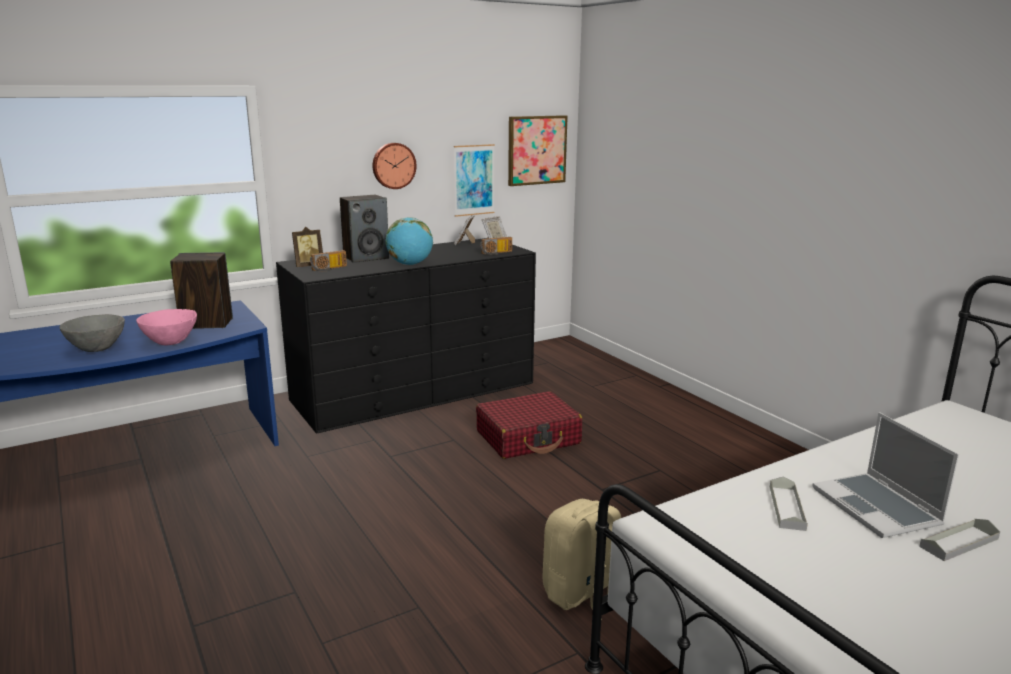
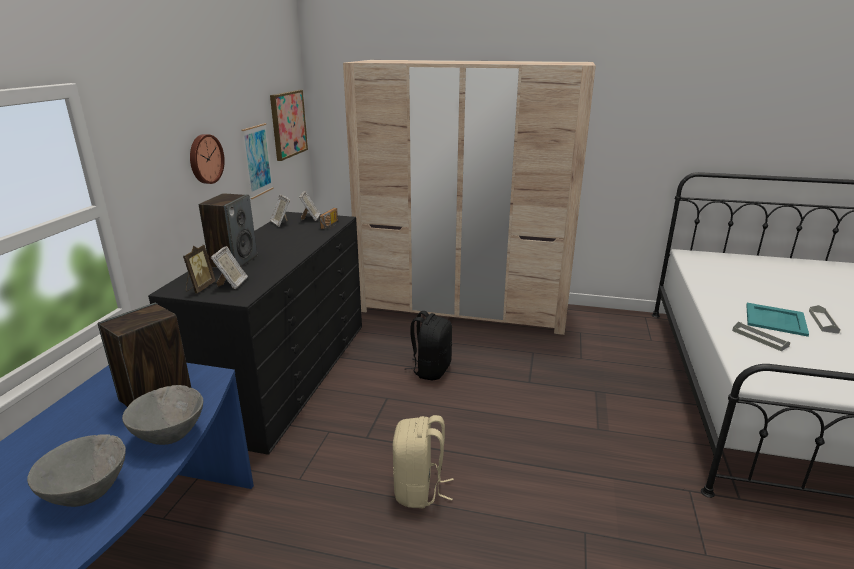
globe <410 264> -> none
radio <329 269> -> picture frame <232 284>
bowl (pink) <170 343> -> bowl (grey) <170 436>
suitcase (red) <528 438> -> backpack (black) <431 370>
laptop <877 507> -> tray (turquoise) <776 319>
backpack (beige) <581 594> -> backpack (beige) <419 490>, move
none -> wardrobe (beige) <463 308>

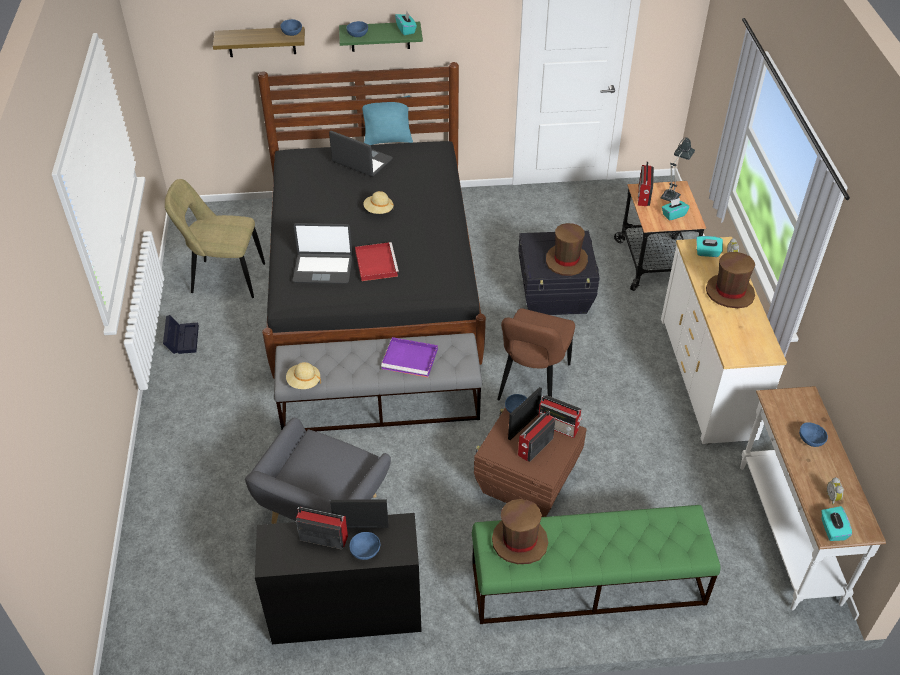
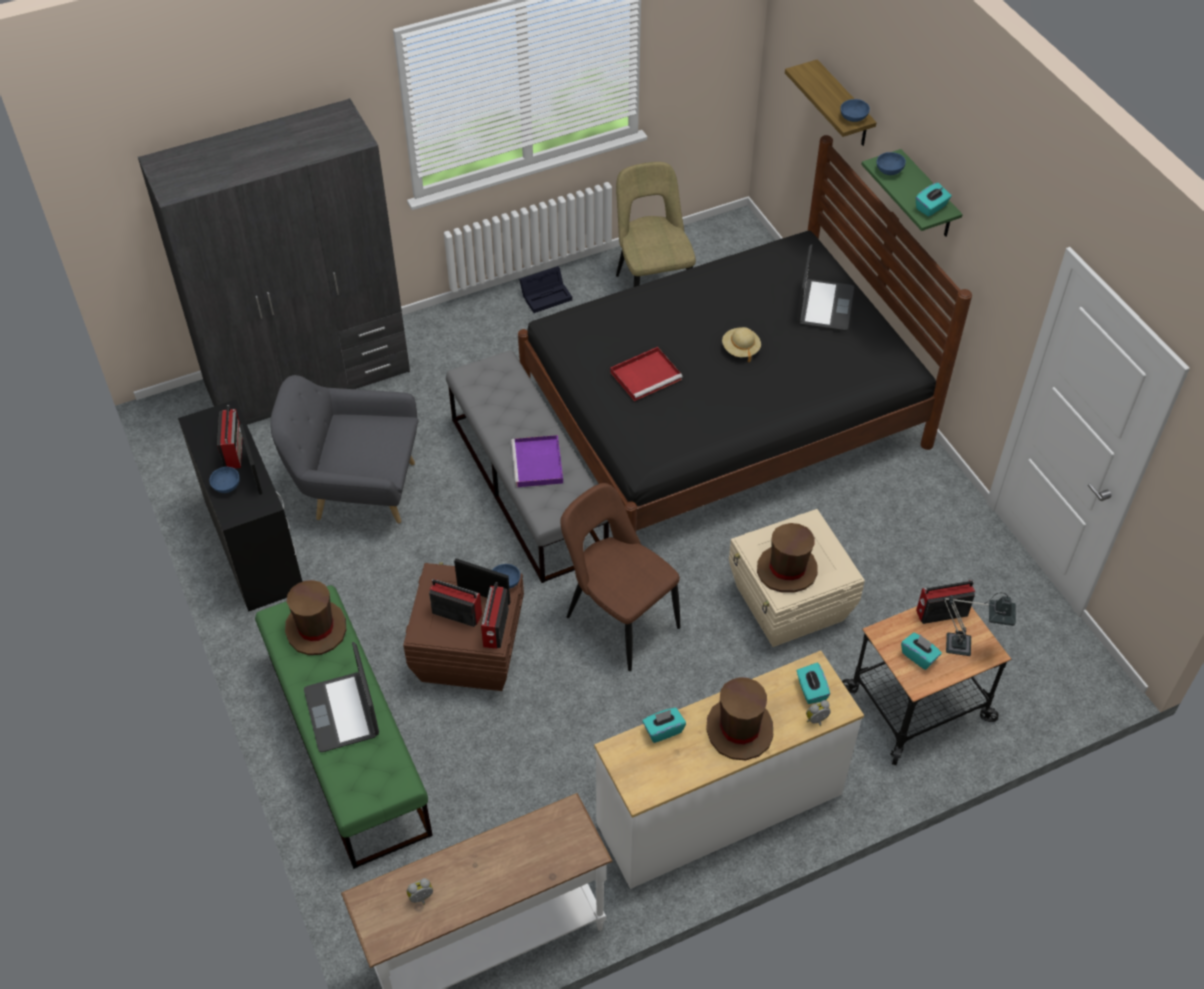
pillow (turquoise) <387 140> -> none
laptop <323 269> -> laptop <343 712>, move
storage box (black) <555 295> -> storage box (beige) <789 604>
chair (brown) <532 385> -> chair (brown) <618 619>, 45 degrees clockwise
hat (beige) <304 382> -> none
bowl (blue) <811 439> -> none
tissue box (turquoise) <832 530> -> tissue box (turquoise) <663 730>, move
none -> wardrobe (grey) <308 378>

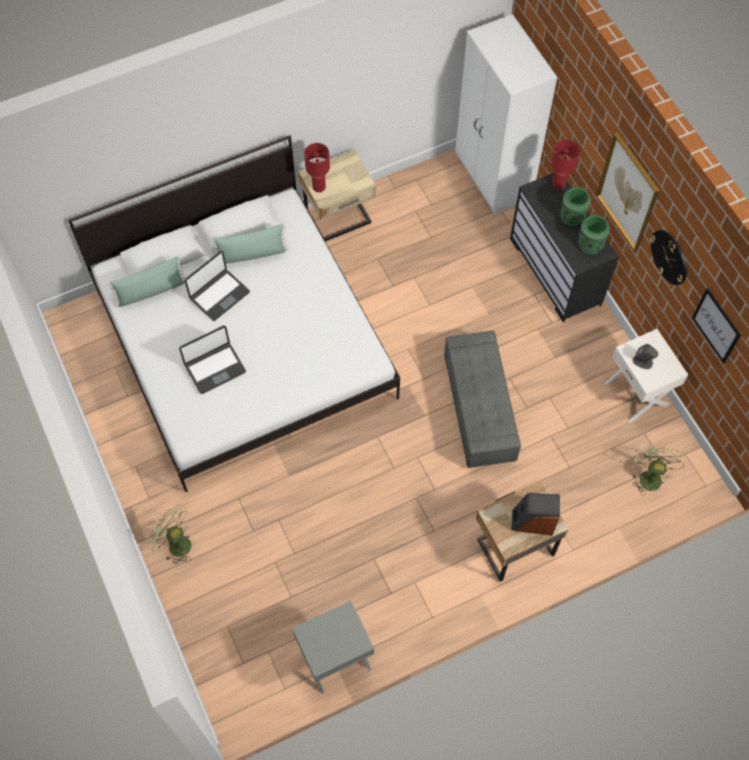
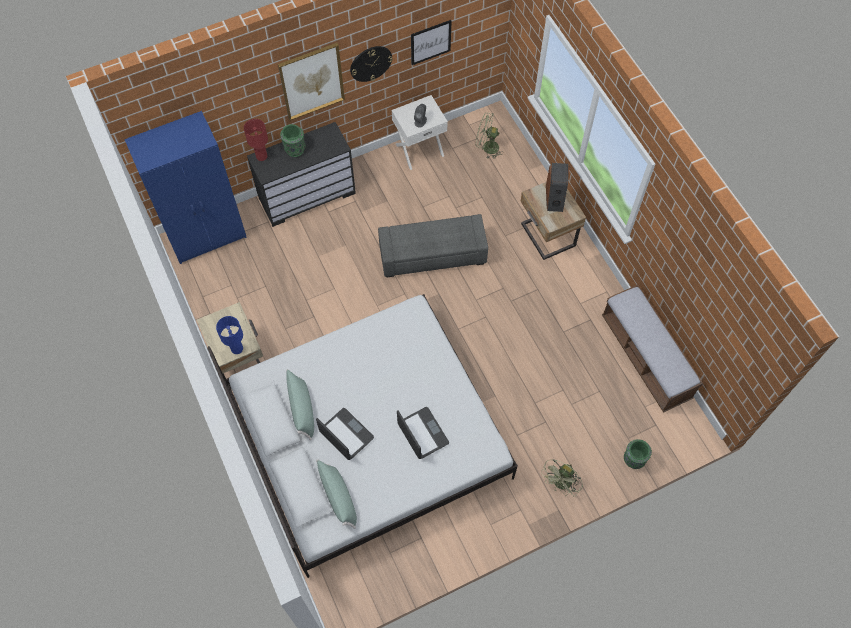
wardrobe (white) <493 178> -> wardrobe (blue) <208 236>
table lamp (red) <319 187> -> table lamp (blue) <236 348>
vase (green) <590 244> -> vase (green) <633 459>, move
nightstand (grey) <335 659> -> bench <645 358>

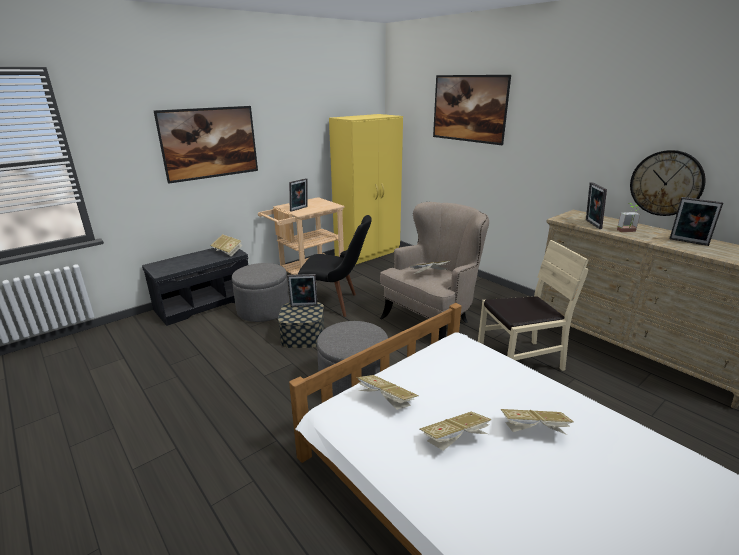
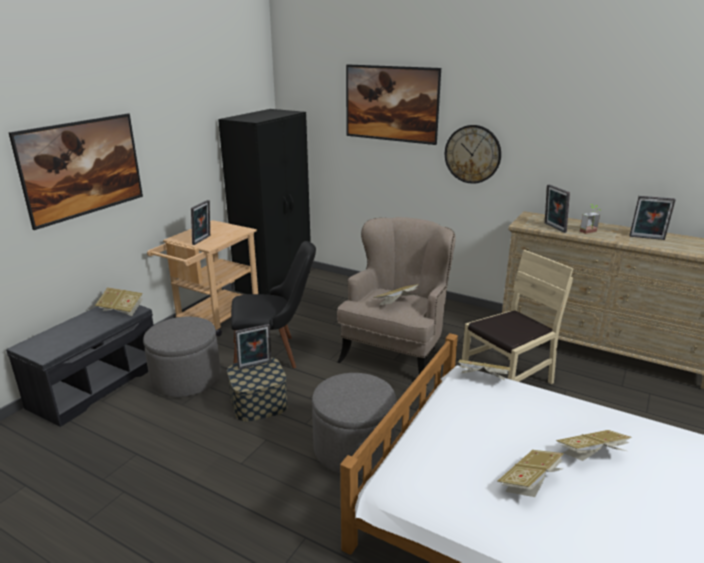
wardrobe (yellow) <368 253> -> wardrobe (black) <275 281>
wall clock <666 183> -> wall clock <472 154>, move
book <386 401> -> book <482 378>, move

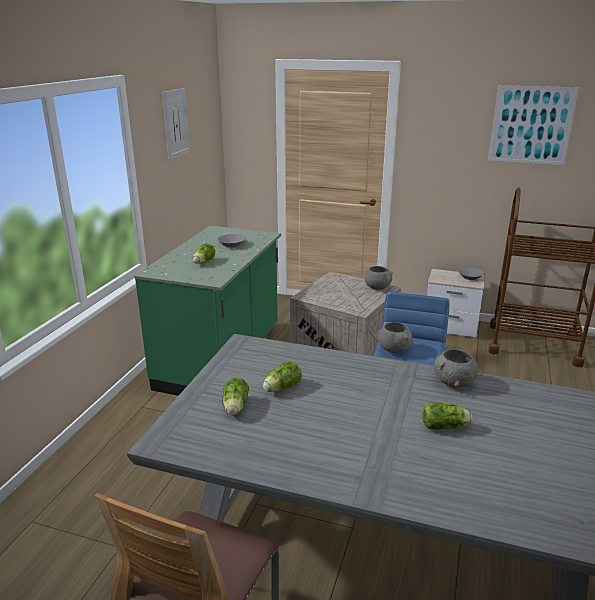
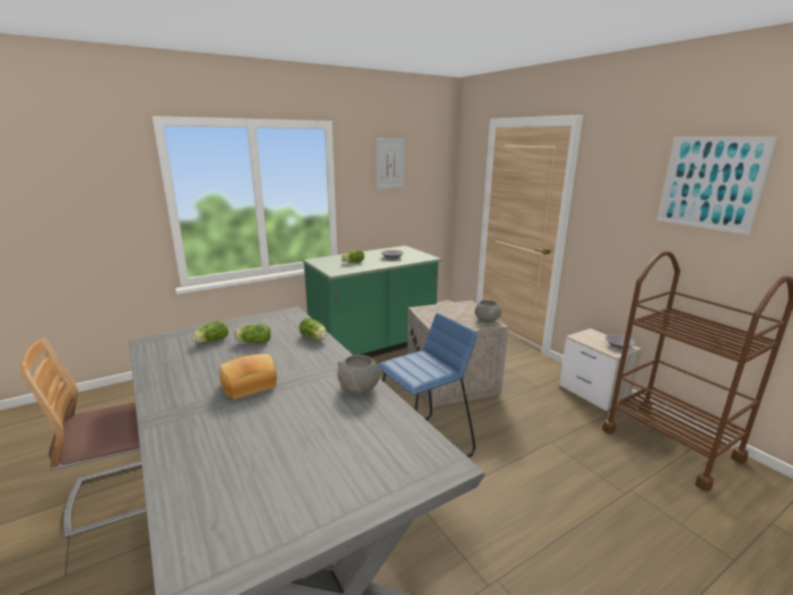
bowl (grey) <393 349> -> none
lettuce <446 427> -> lettuce <314 338>, move
none -> bread <249 384>

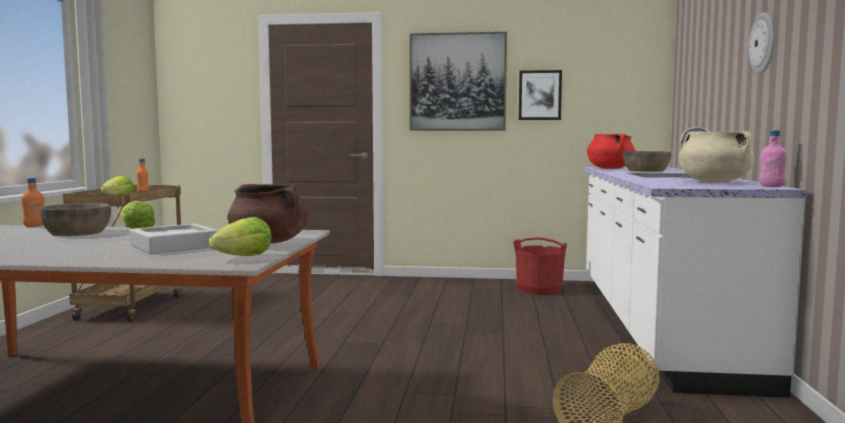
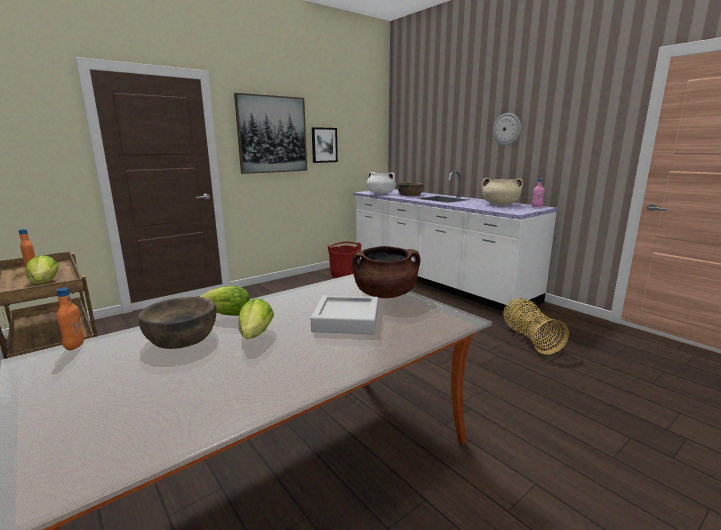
cooking pot (red) <610 168> -> cooking pot (white) <380 193>
lettuce <244 257> -> lettuce <256 335>, move

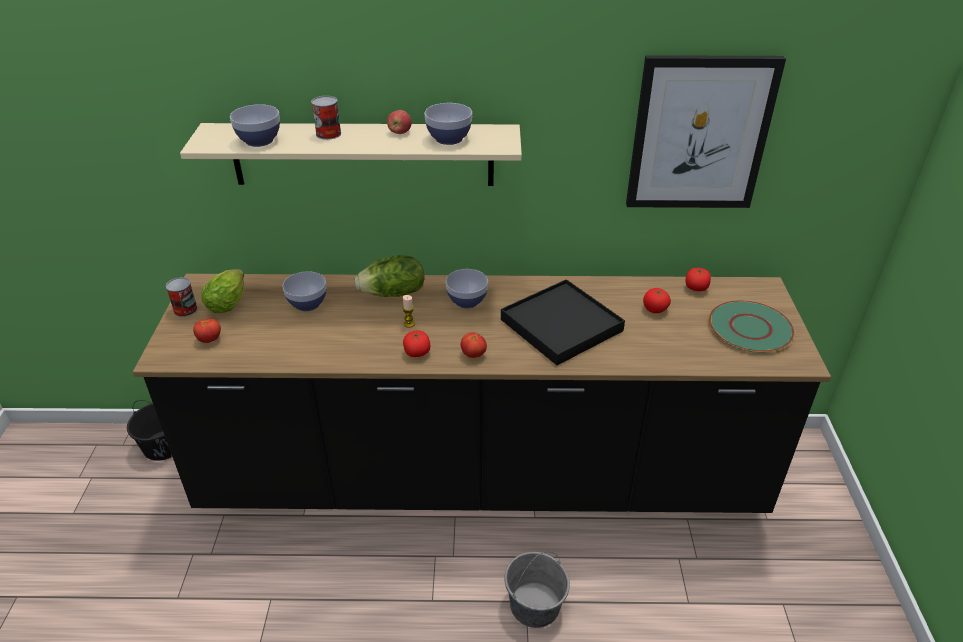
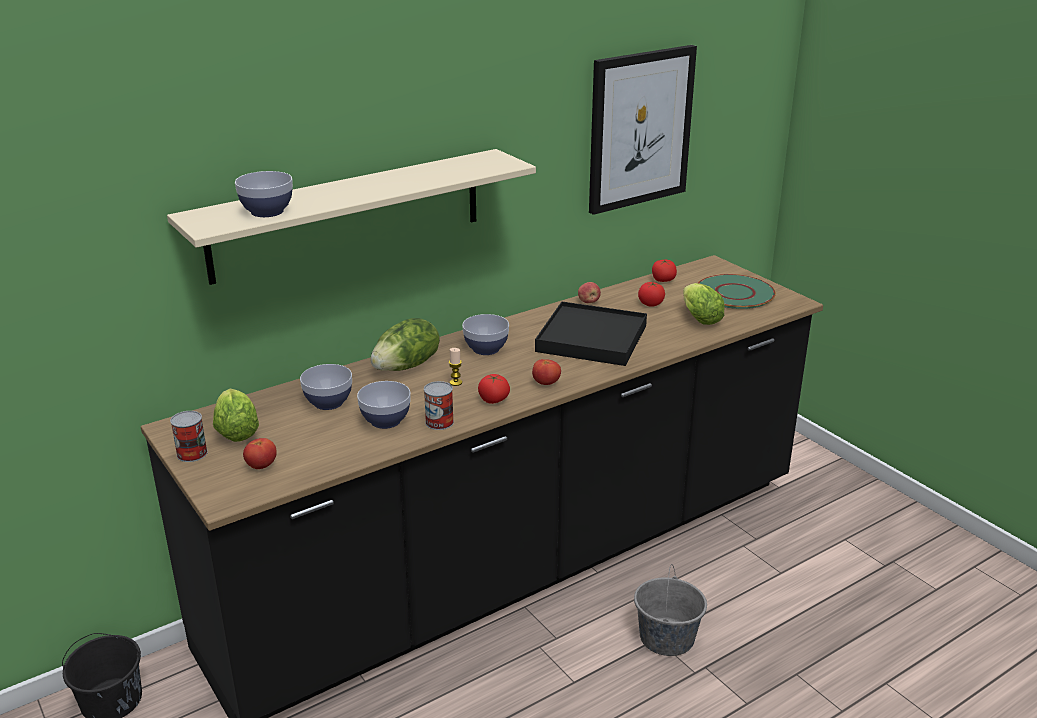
can <328 134> -> can <439 422>, move
bowl <449 139> -> bowl <385 420>, move
apple <400 132> -> apple <588 302>, move
none -> lettuce <698 317>

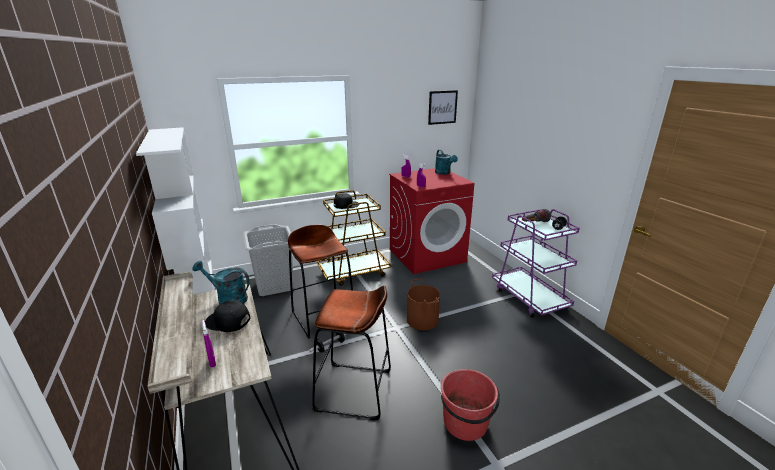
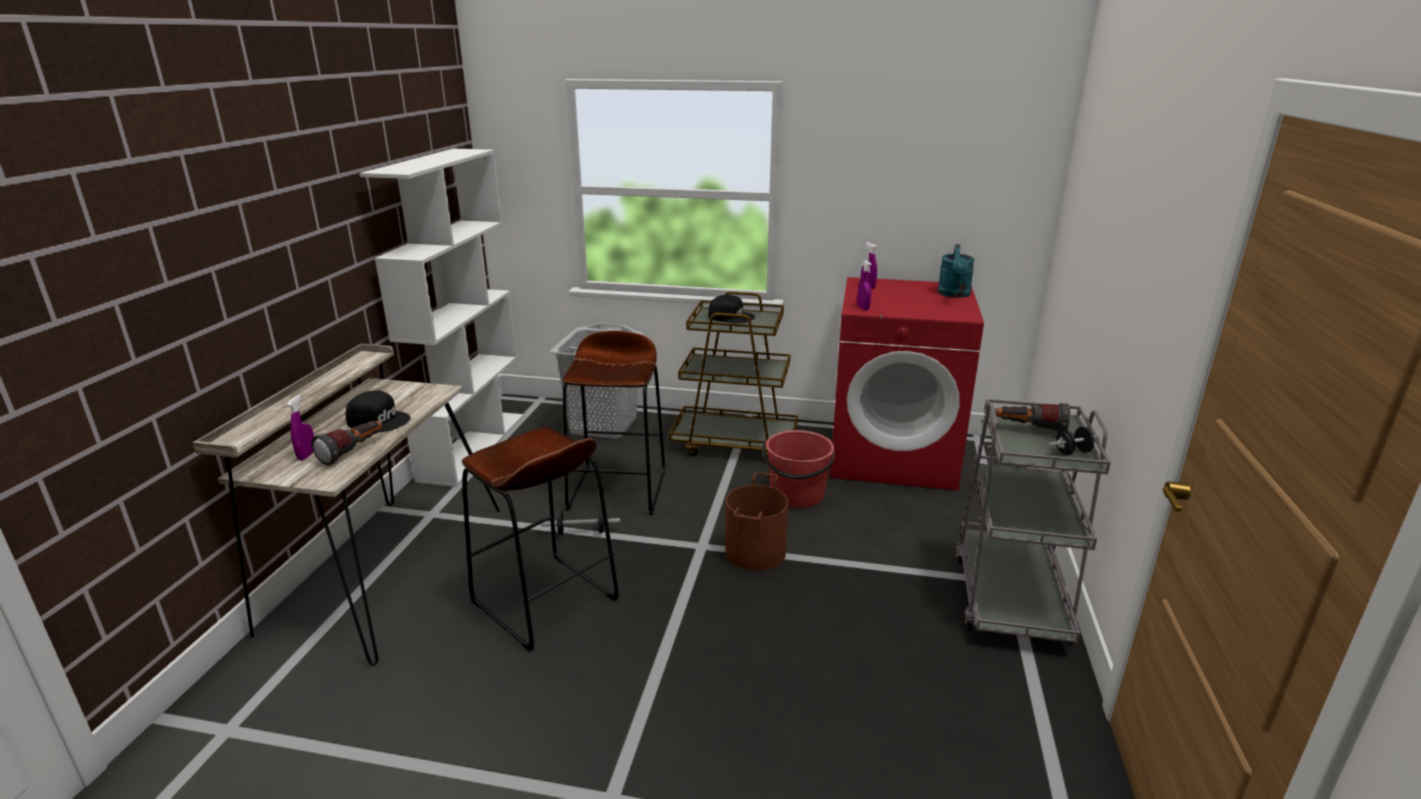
picture <442 107> -> none
cart (purple) <529 298> -> cart (grey) <1010 596>
watering can (turquoise) <228 298> -> none
cap (black) <227 321> -> cap (black) <379 420>, 150 degrees clockwise
bucket (red) <465 423> -> bucket (red) <797 495>, move
none -> flashlight <353 452>

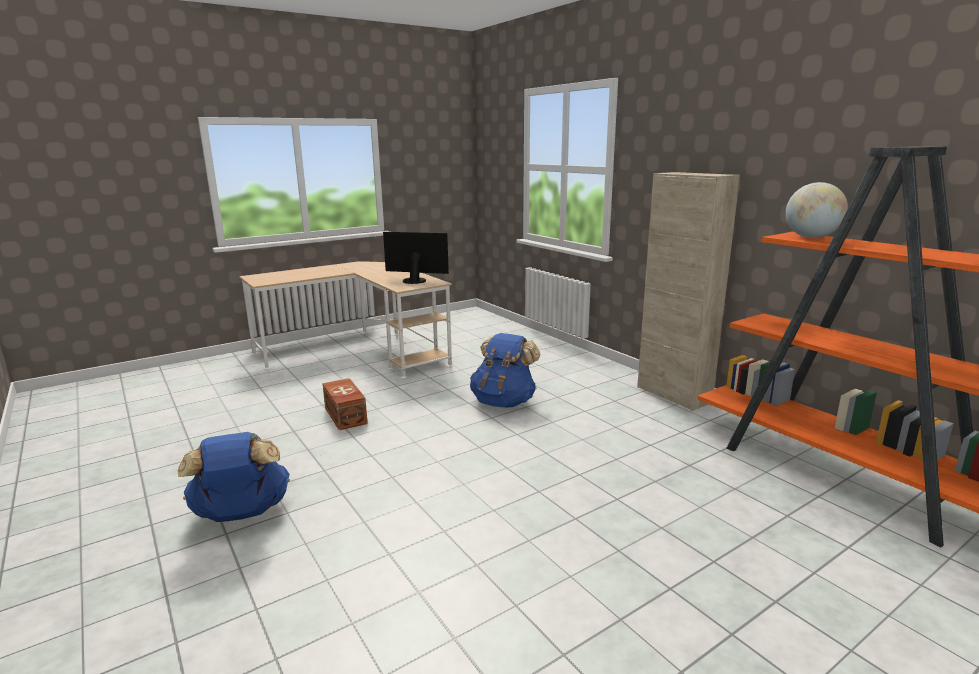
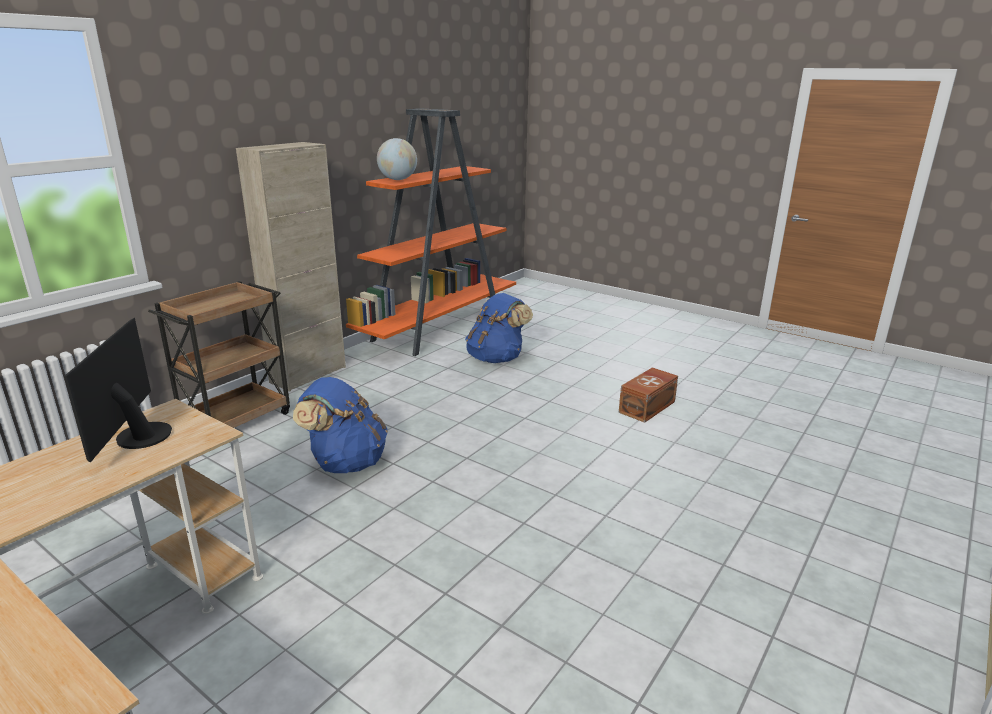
storage box (brown) <345 416> -> storage box (brown) <648 407>, move
backpack (blue) <242 514> -> backpack (blue) <497 358>, move
none -> cart (brown) <237 420>

